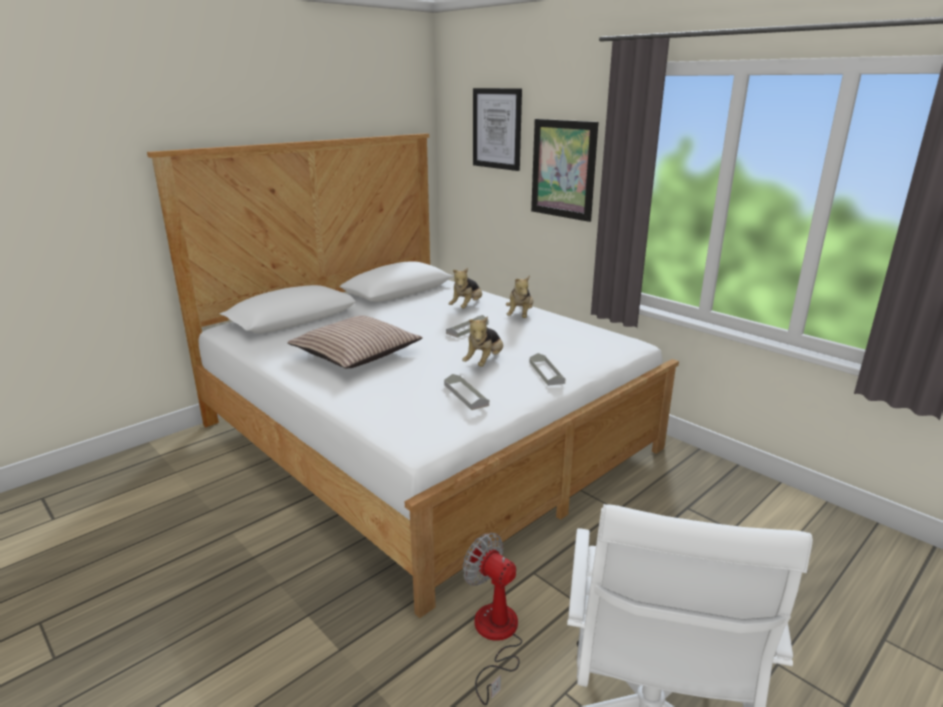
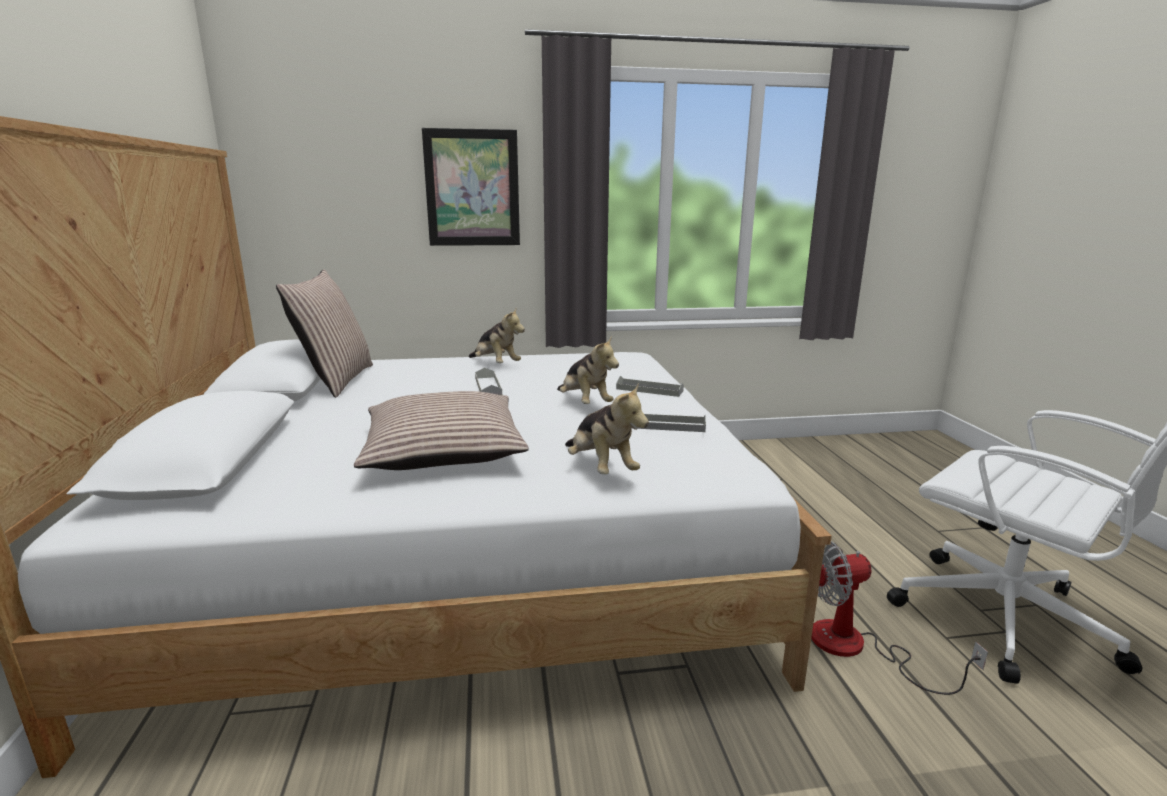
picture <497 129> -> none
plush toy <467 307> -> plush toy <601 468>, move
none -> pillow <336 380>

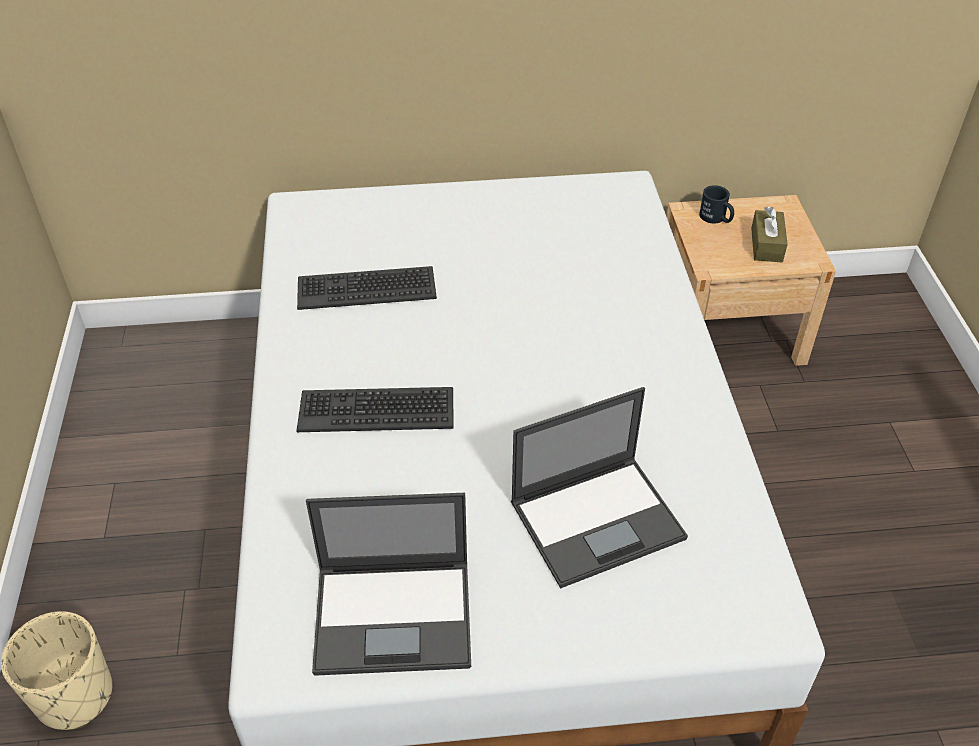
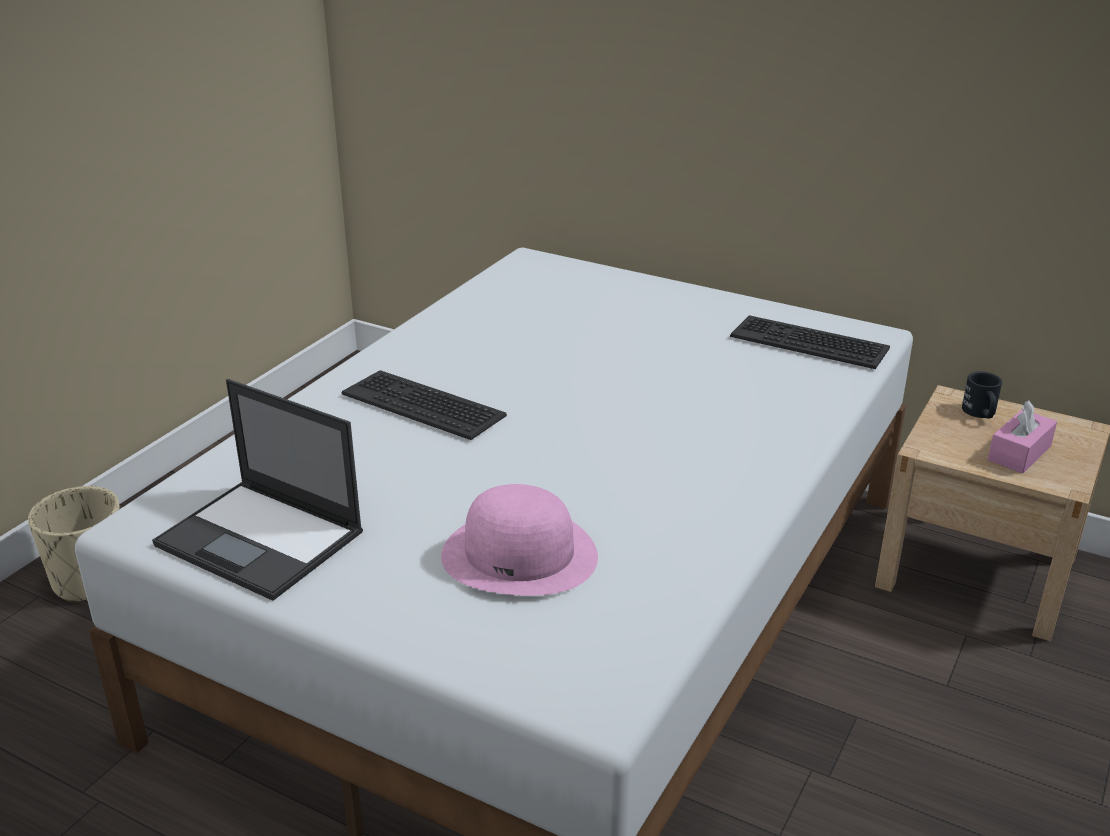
tissue box (brown) <766 245> -> tissue box (pink) <1019 453>
keyboard <366 288> -> keyboard <809 343>, move
laptop <598 519> -> hat (pink) <520 555>

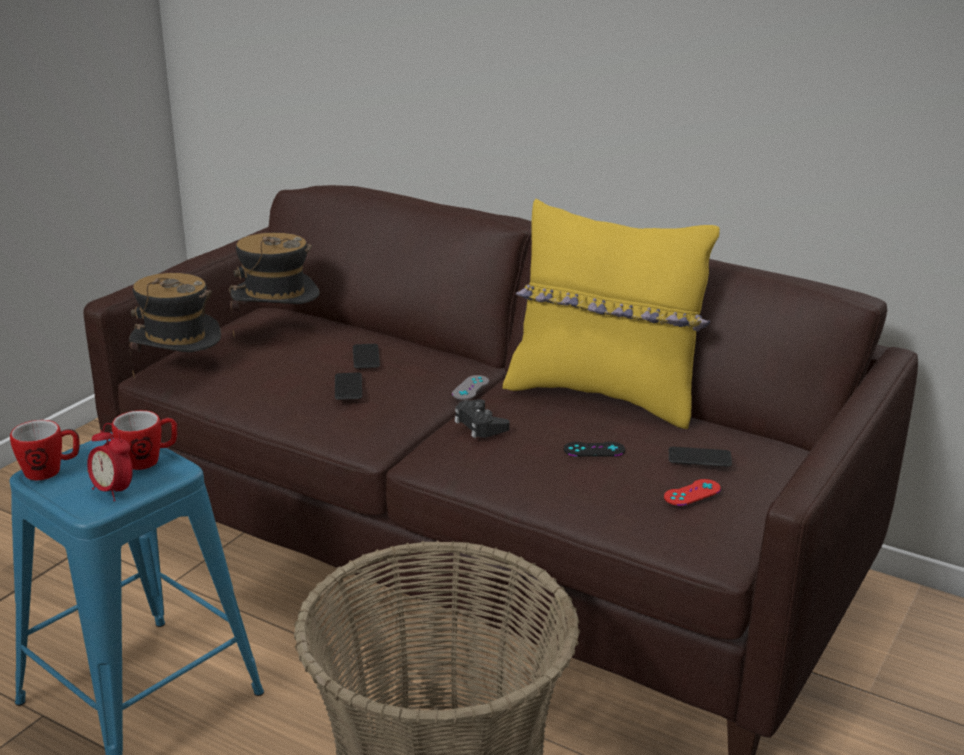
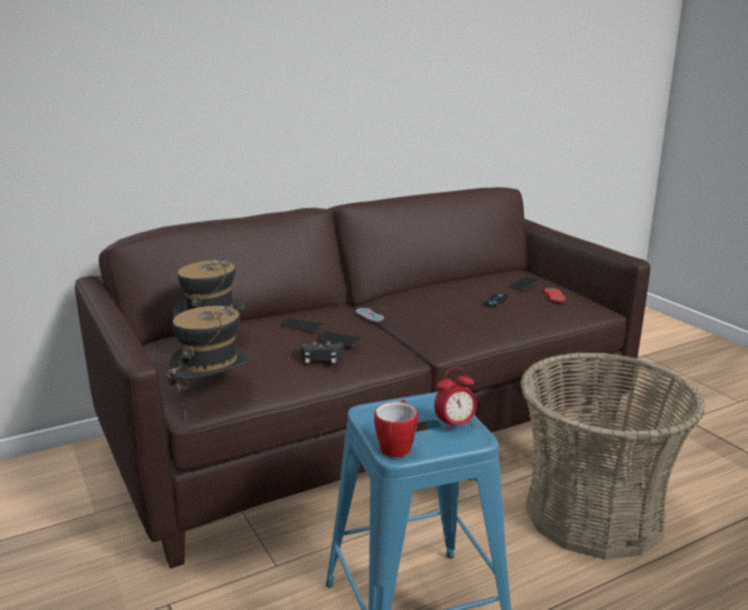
pillow (yellow) <604 396> -> none
game controller (black) <480 425> -> game controller (black) <321 356>, move
mug <149 460> -> none

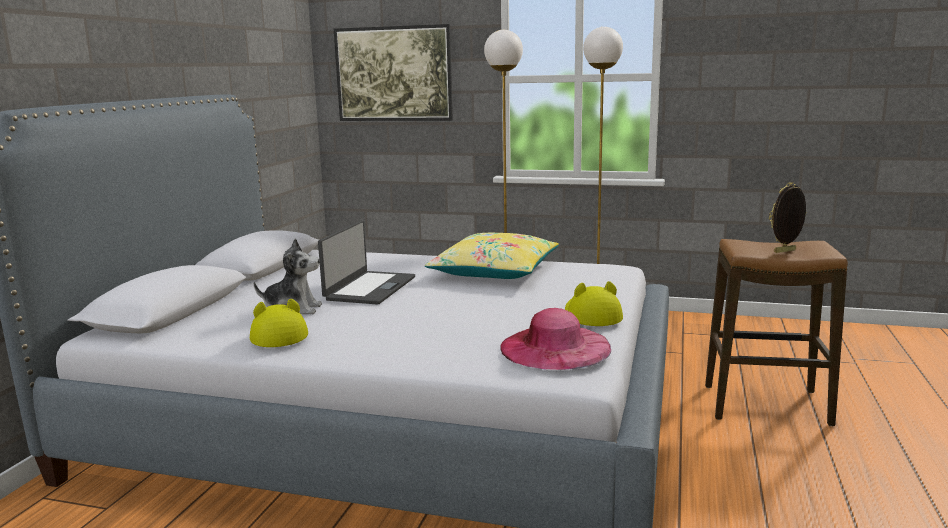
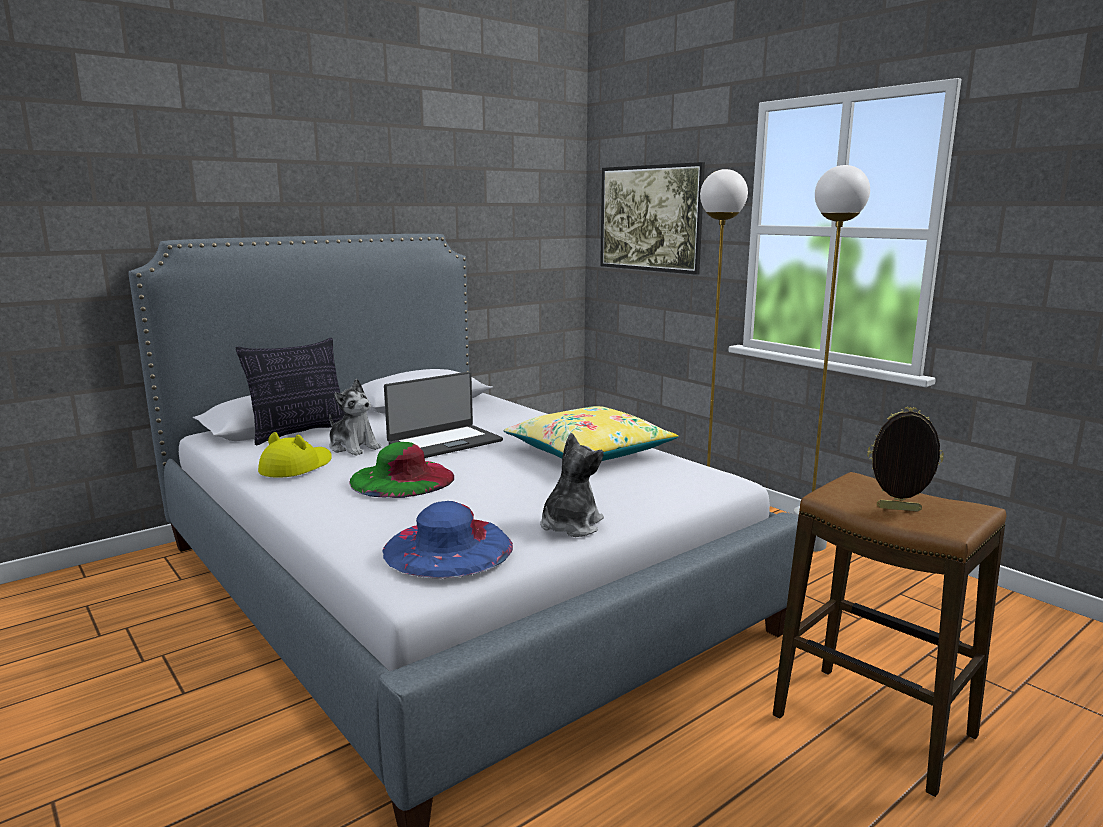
hat (yellow) <591 315> -> plush toy <570 526>
hat (pink) <555 347> -> hat (blue) <448 547>
none -> pillow <300 433>
none -> hat (green) <402 479>

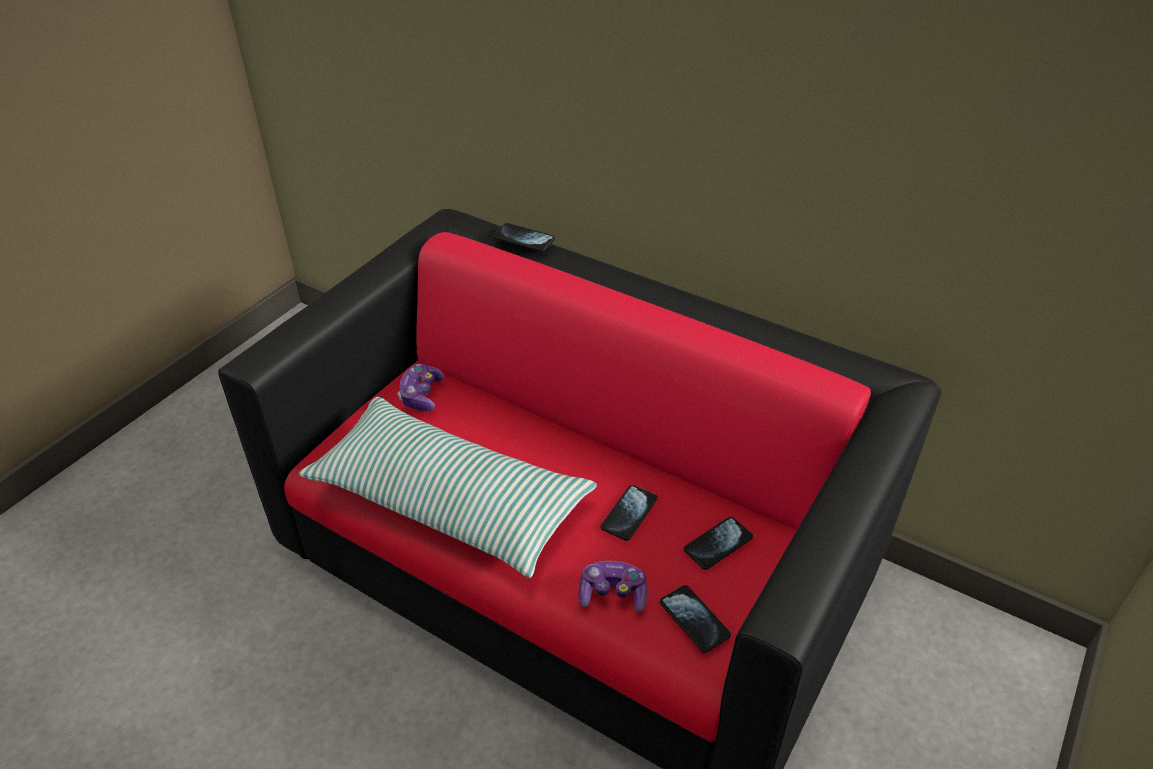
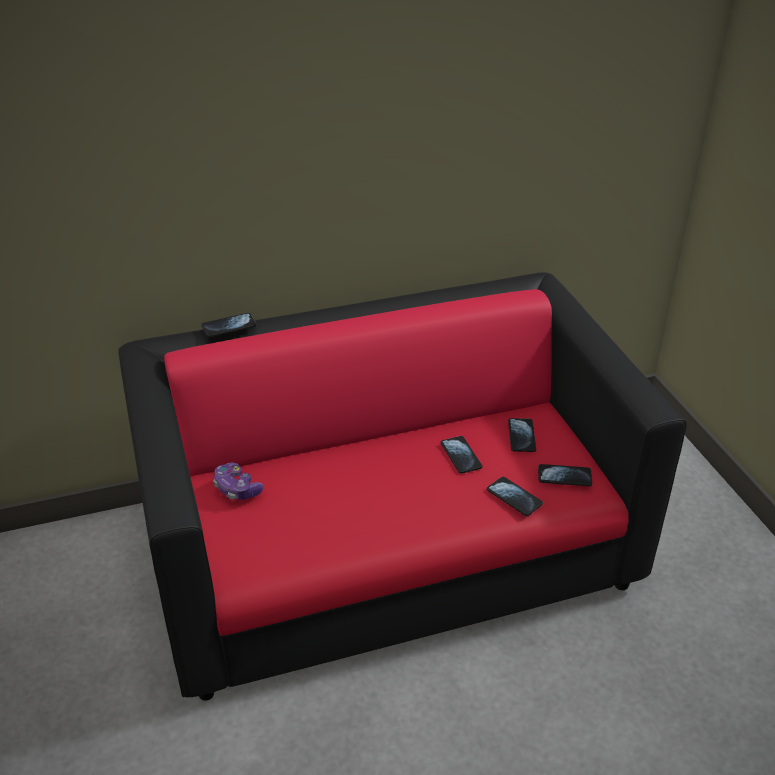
pillow <449 500> -> none
game controller <613 594> -> phone <514 497>

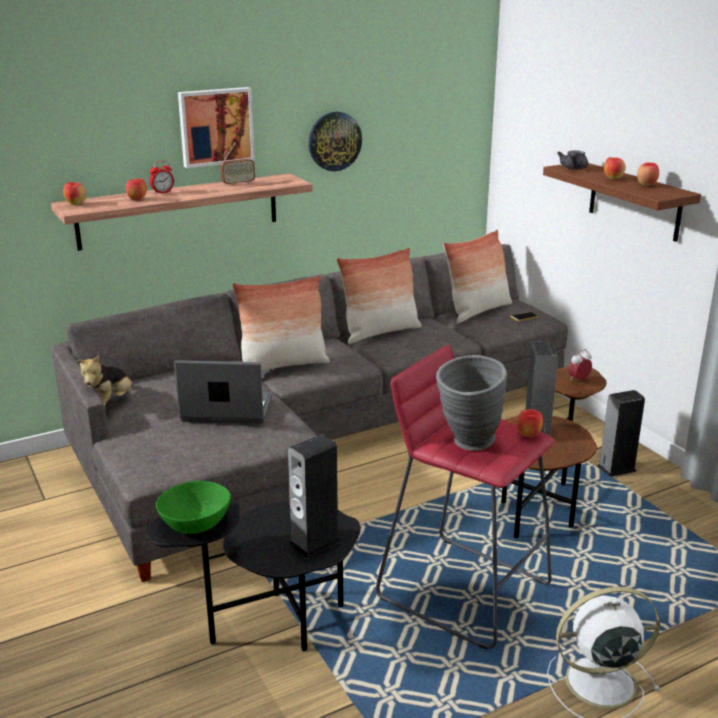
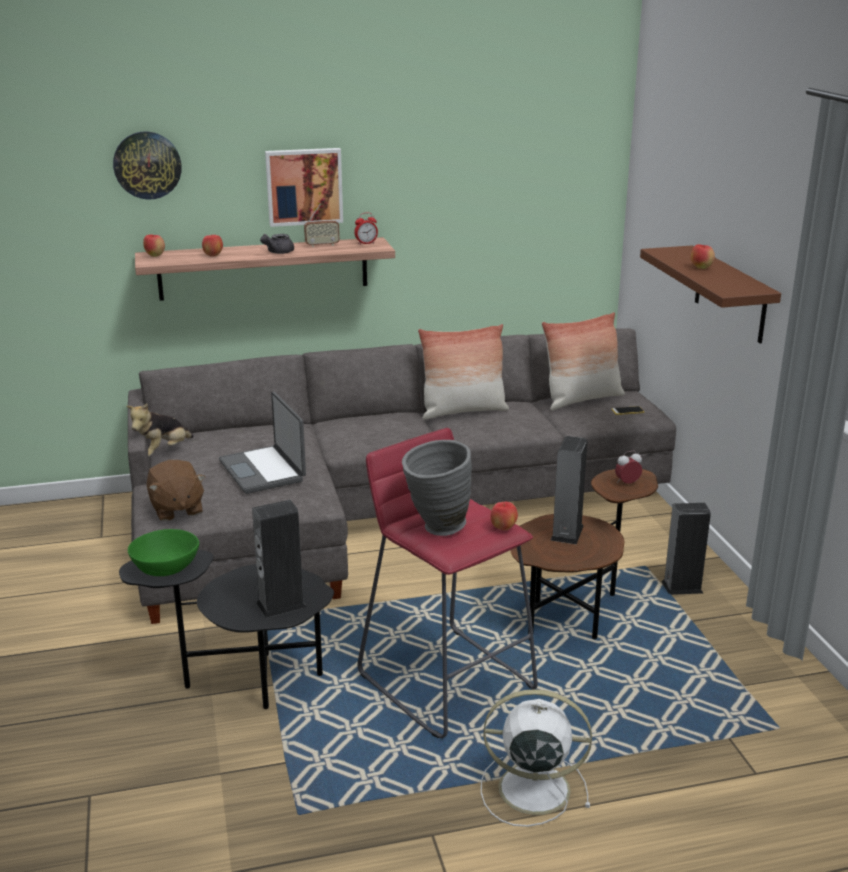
wall clock <334 141> -> wall clock <147 165>, move
teapot (grey) <573 168> -> teapot (grey) <277 252>, move
alarm clock <162 192> -> alarm clock <366 243>, move
apple <646 185> -> none
pillow <283 365> -> none
laptop <226 410> -> laptop <264 470>, 135 degrees counterclockwise
none -> plush toy (brown) <176 509>

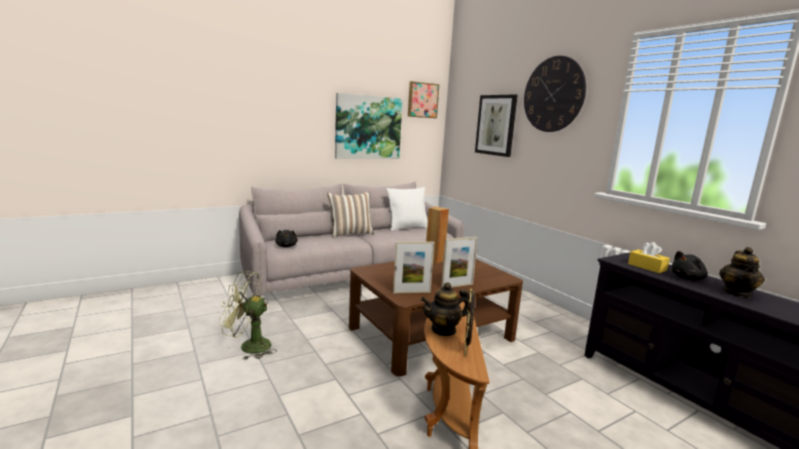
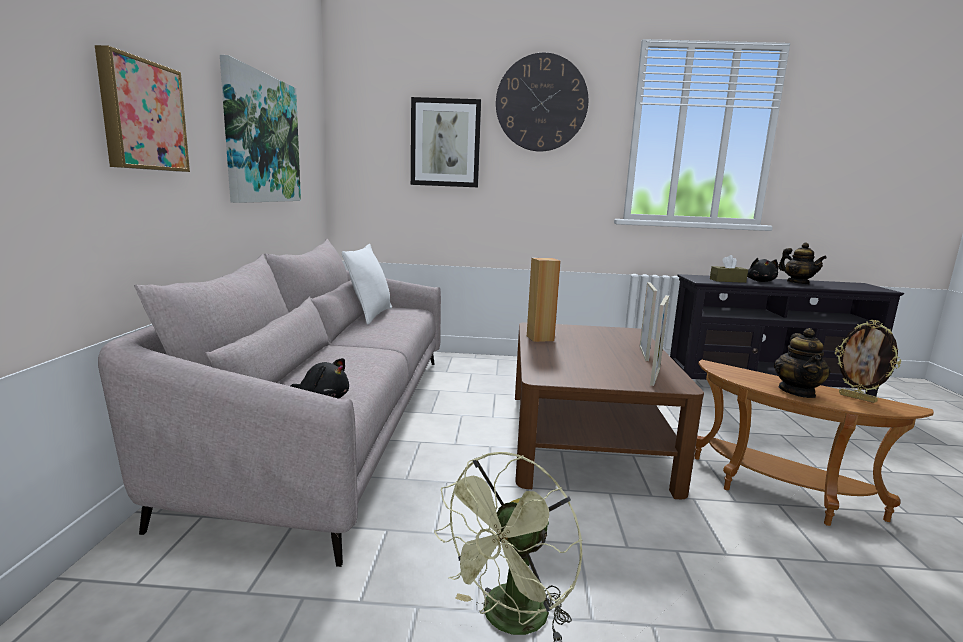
picture <422 100> -> picture <141 115>, move
pillow <350 234> -> none
tissue box (yellow) <647 267> -> tissue box (brown) <727 280>

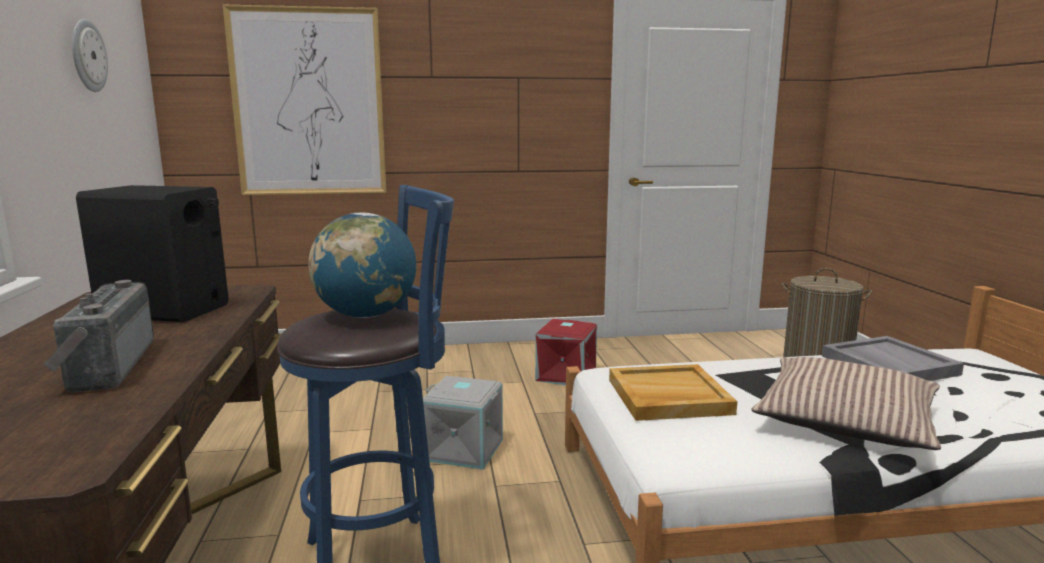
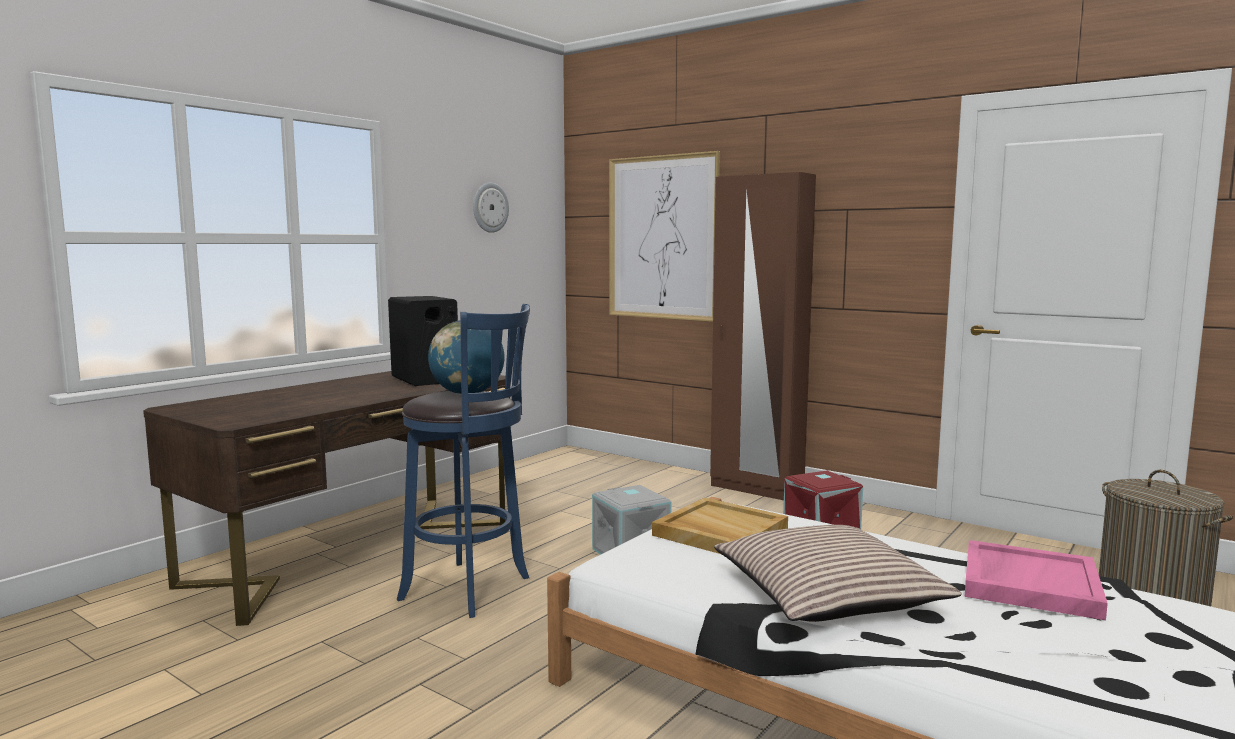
radio <105 366> -> none
tray (grey) <887 365> -> tray (pink) <1028 583>
none -> wardrobe (brown) <756 489>

